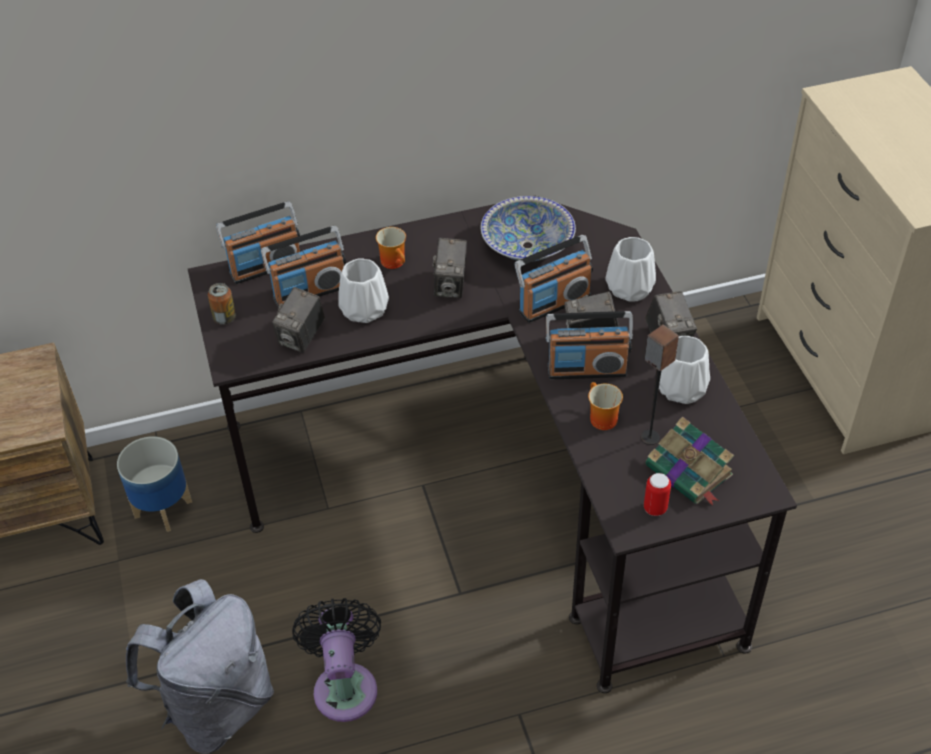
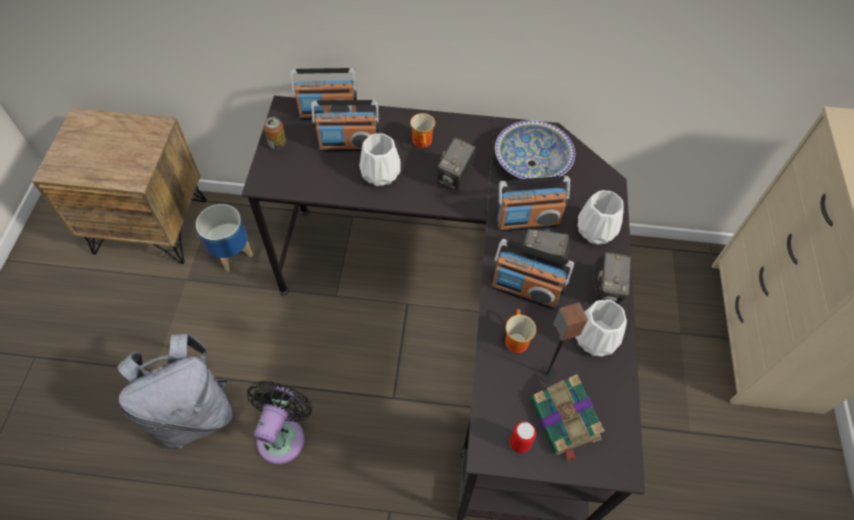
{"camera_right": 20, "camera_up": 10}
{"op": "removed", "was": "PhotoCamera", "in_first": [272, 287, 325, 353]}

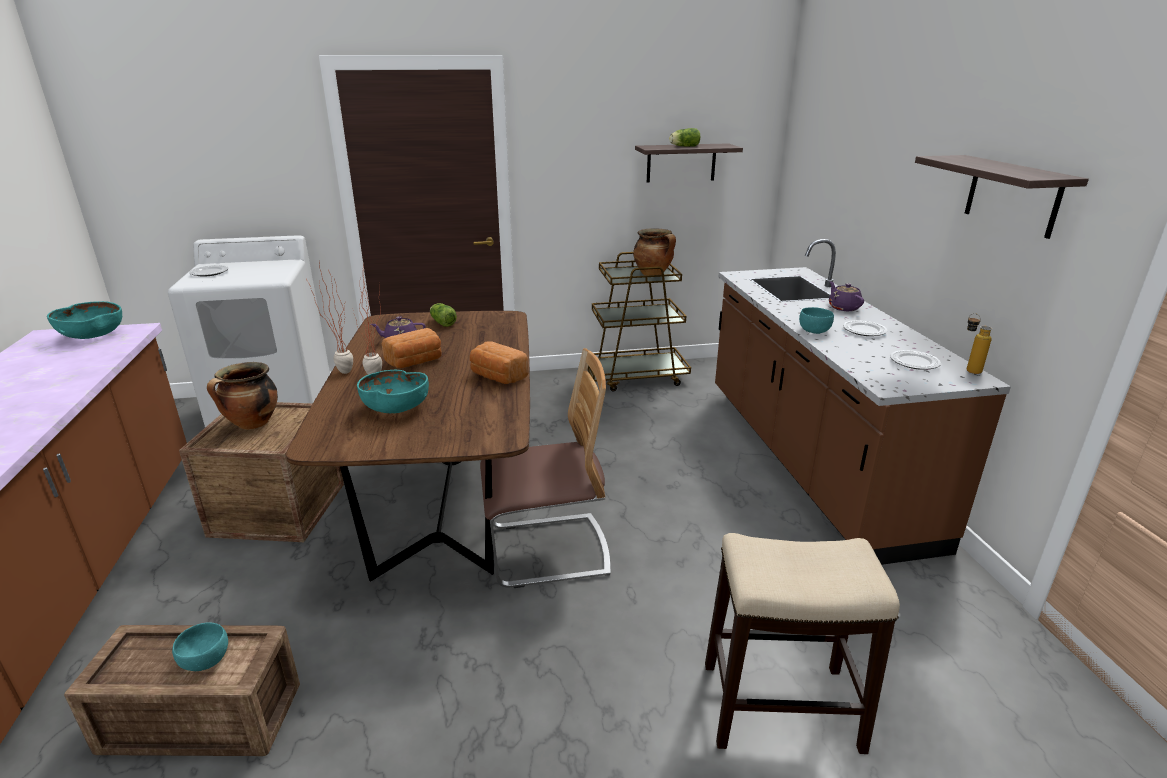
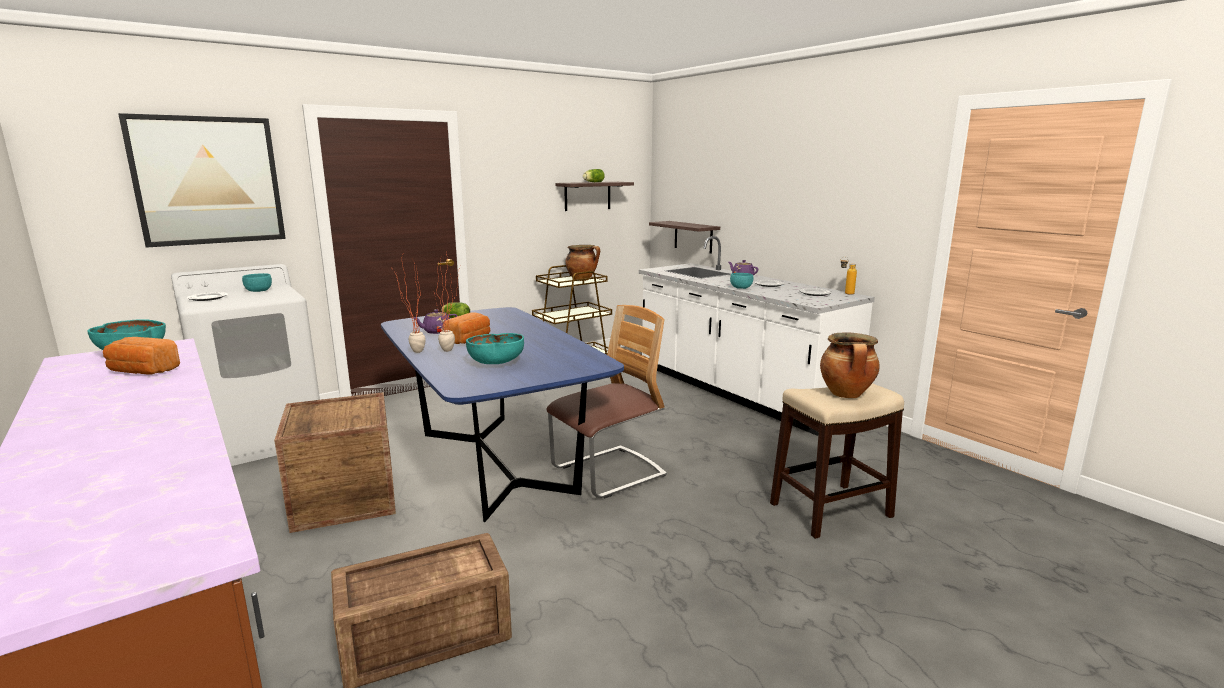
{"camera_right": -25, "camera_up": -10}
{"op": "moved", "was": "Shelf", "in_first": [915, 155, 1089, 239], "in_second": [649, 221, 720, 254]}
{"op": "recoloured", "was": "BrownKitchenBaseUnit", "now": "WhiteKitchenBaseUnit", "in_first": [715, 239, 1011, 565], "in_second": [639, 236, 875, 436]}
{"op": "recoloured", "was": "BrownKitchenTable", "now": "BlueKitchenTable", "in_first": [285, 311, 530, 582], "in_second": [381, 307, 624, 522]}
{"op": "moved", "was": "Bread", "in_first": [470, 341, 529, 384], "in_second": [103, 337, 180, 374]}
{"op": "moved", "was": "CookingPot", "in_first": [207, 362, 278, 430], "in_second": [820, 332, 880, 398]}
{"op": "moved", "was": "BlueGreenBowl", "in_first": [172, 623, 228, 671], "in_second": [242, 273, 272, 292]}
{"op": "added", "now": "WallArt", "in_second": [118, 113, 286, 248]}

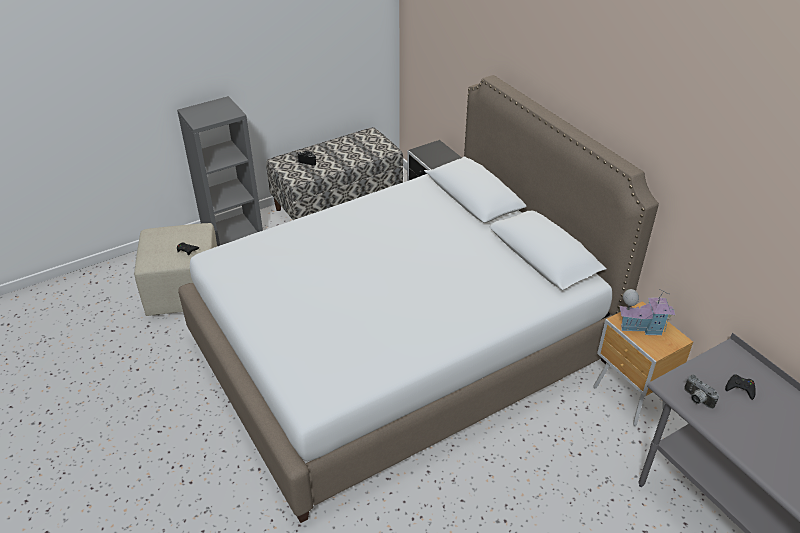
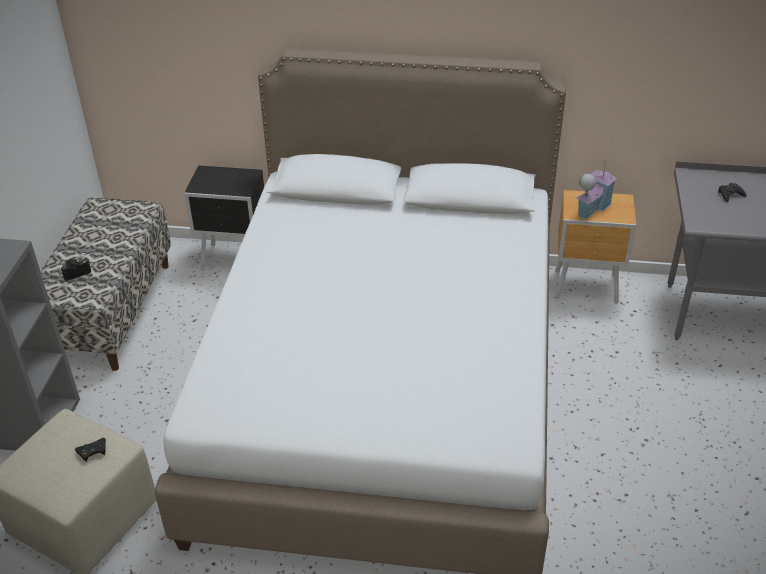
{"camera_right": -50, "camera_up": 0}
{"op": "removed", "was": "PhotoCamera", "in_first": [684, 374, 719, 409]}

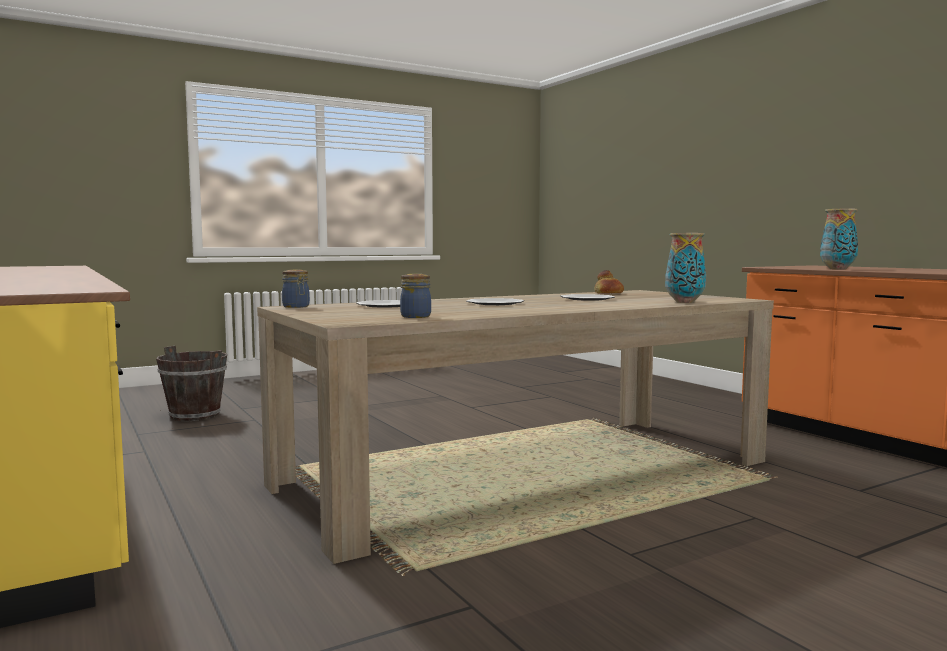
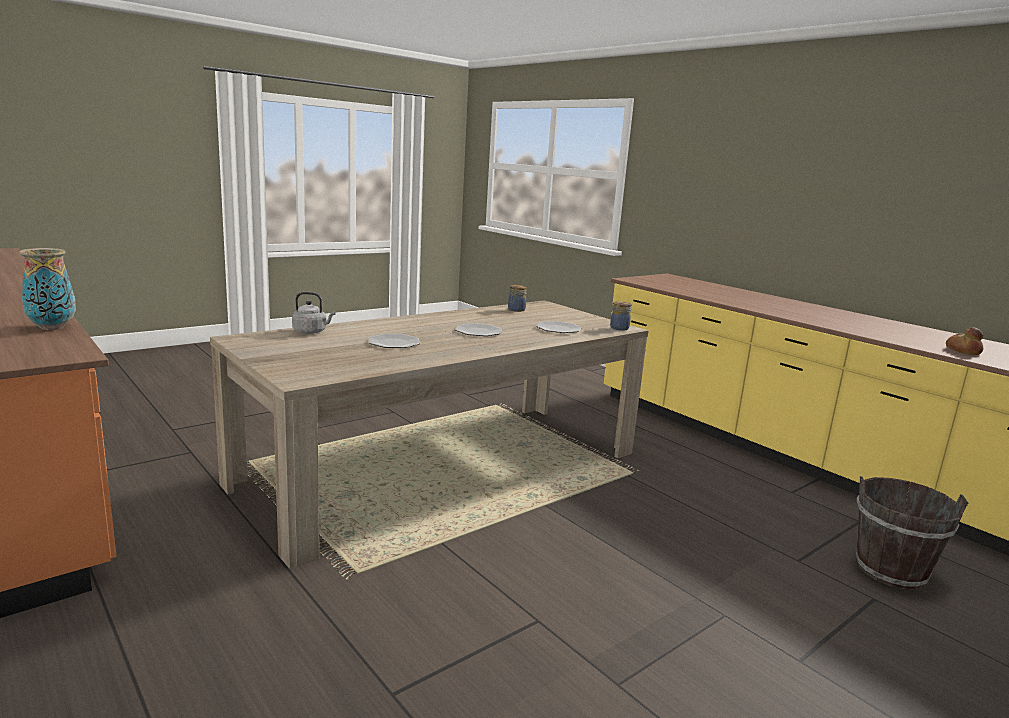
{"camera_right": 170, "camera_up": 10}
{"op": "replaced", "was": "DecorativeVase", "now": "GreyTeaKettle", "in_first": [665, 233, 706, 303], "in_second": [292, 292, 335, 334]}
{"op": "moved", "was": "Bread", "in_first": [594, 270, 624, 294], "in_second": [946, 327, 983, 355]}

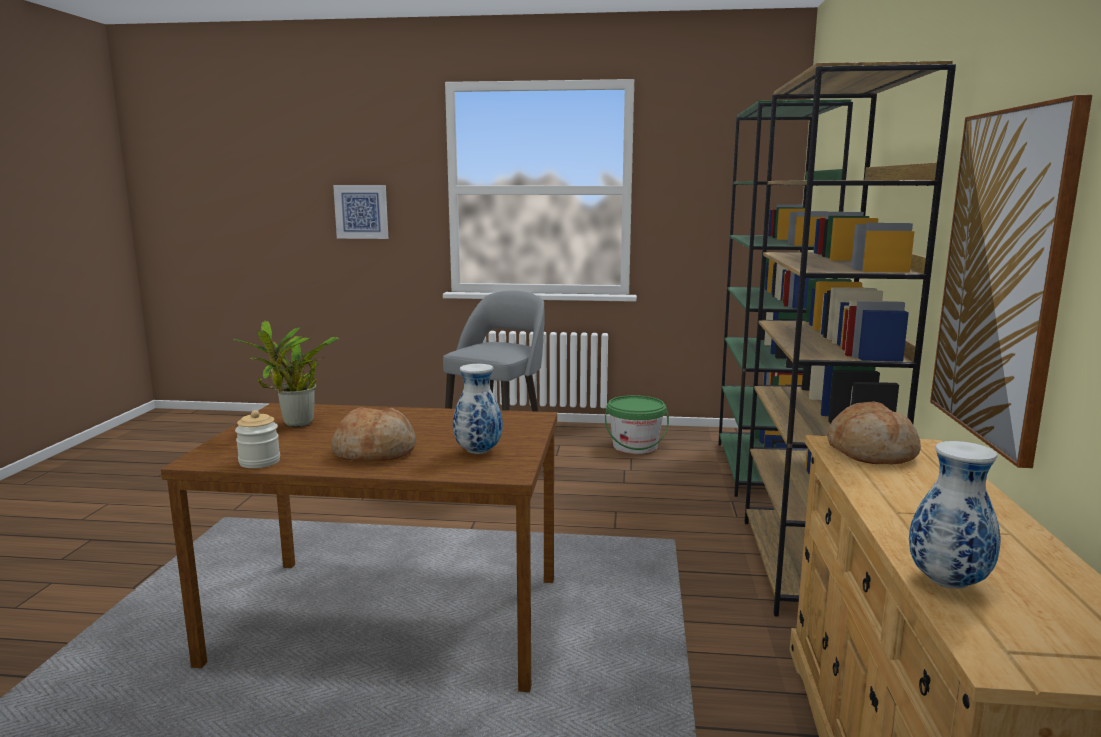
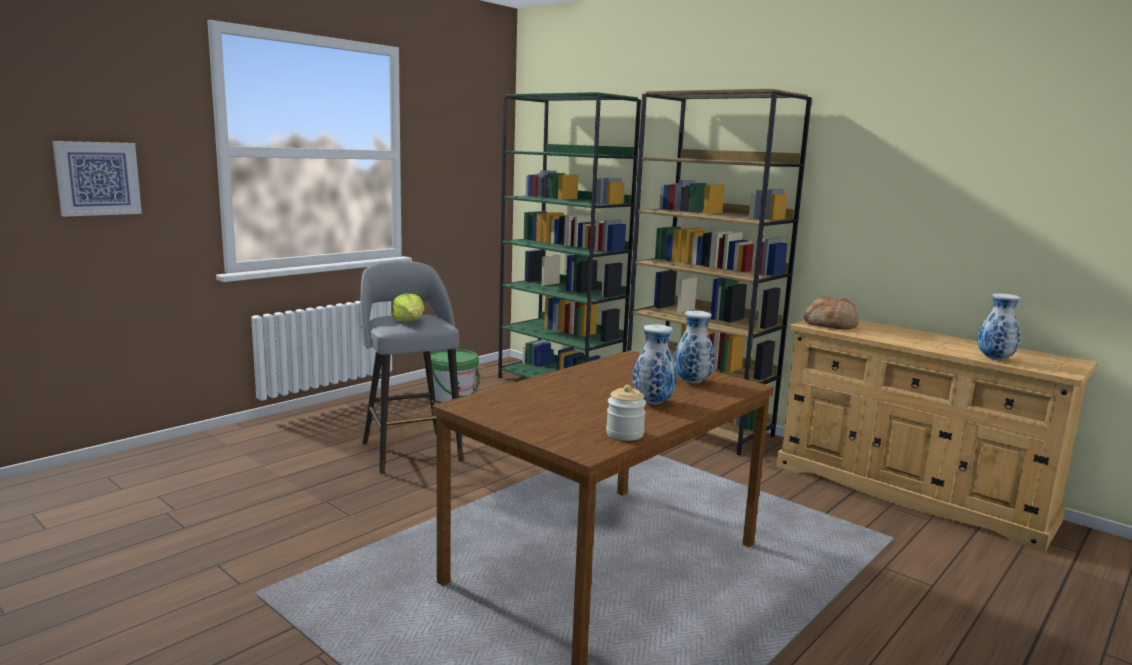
{"camera_right": -55, "camera_up": 0}
{"op": "removed", "was": "WallArt", "in_first": [930, 95, 1093, 468]}
{"op": "removed", "was": "PottedPlant", "in_first": [234, 321, 339, 427]}
{"op": "replaced", "was": "Bread", "now": "DecorativeVase", "in_first": [331, 407, 416, 461], "in_second": [632, 324, 677, 404]}
{"op": "added", "now": "Lettuce", "in_second": [392, 293, 425, 322]}

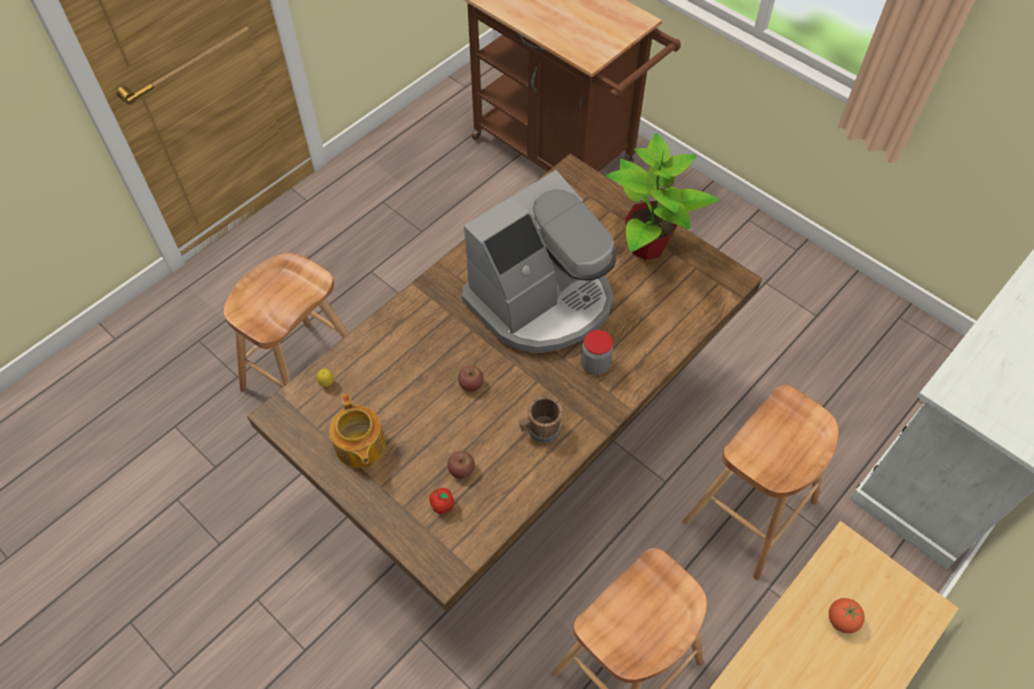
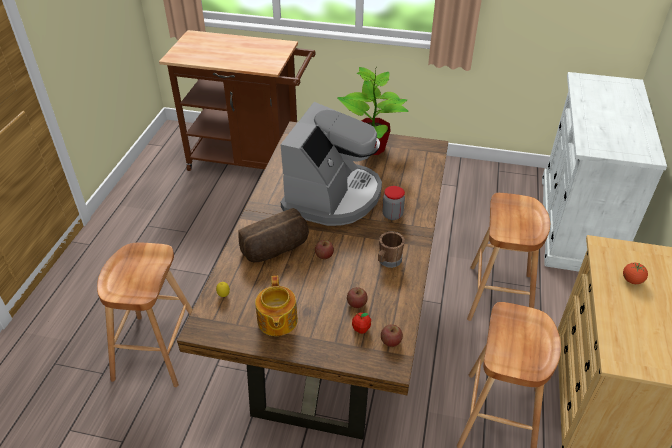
{"camera_right": -30, "camera_up": -15}
{"op": "turned", "was": "TeaPot", "in_first": [329, 393, 386, 468], "in_second": [255, 276, 298, 336], "clockwise": 45}
{"op": "added", "now": "Bread", "in_second": [238, 208, 309, 262]}
{"op": "added", "now": "Apple", "in_second": [381, 324, 403, 347]}

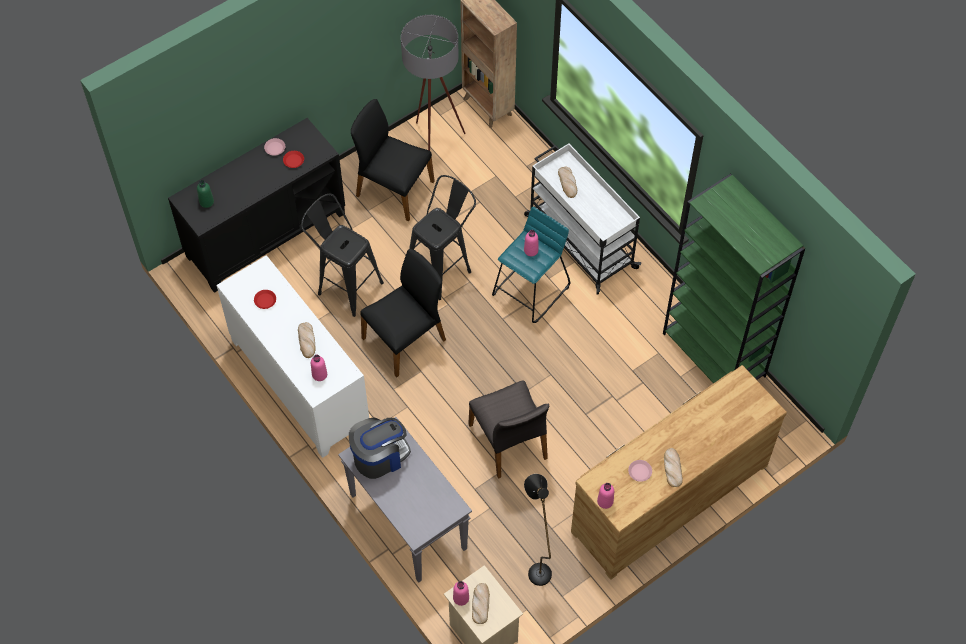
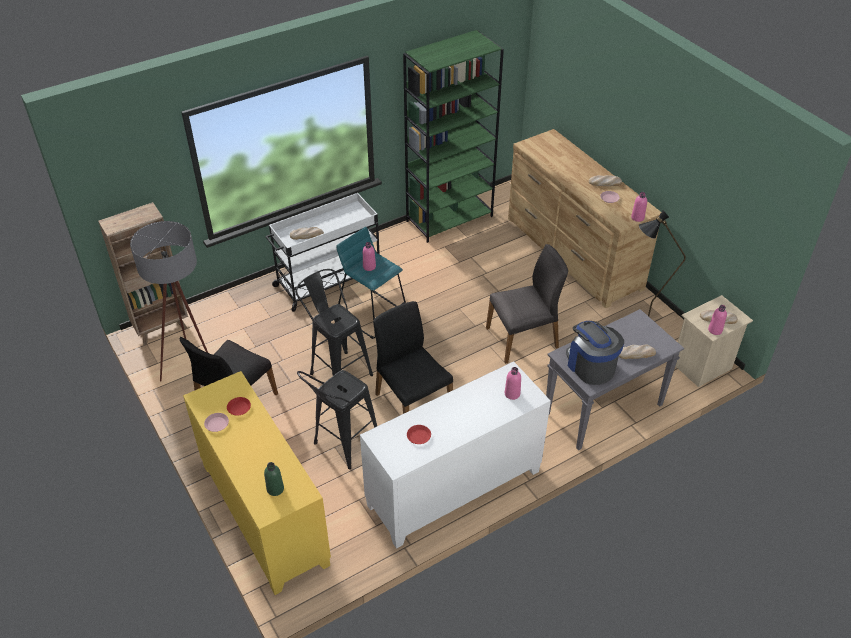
{"camera_right": -85, "camera_up": -15}
{"op": "recoloured", "was": "BlackColouredCabinet", "now": "YellowColouredCabinet", "in_first": [168, 118, 345, 293], "in_second": [183, 371, 331, 595]}
{"op": "moved", "was": "Bread", "in_first": [298, 322, 316, 358], "in_second": [619, 344, 656, 359]}

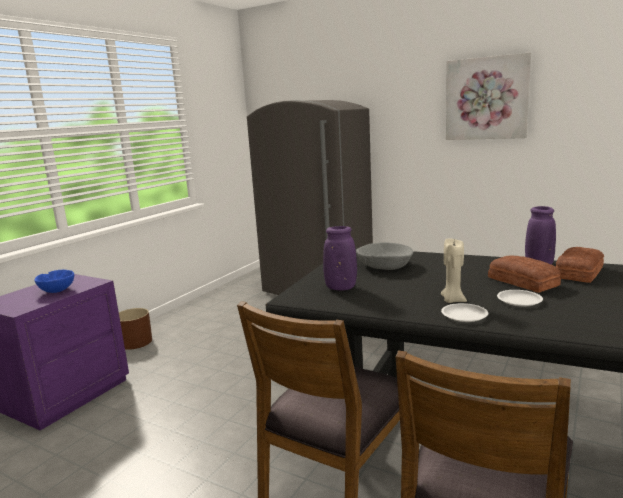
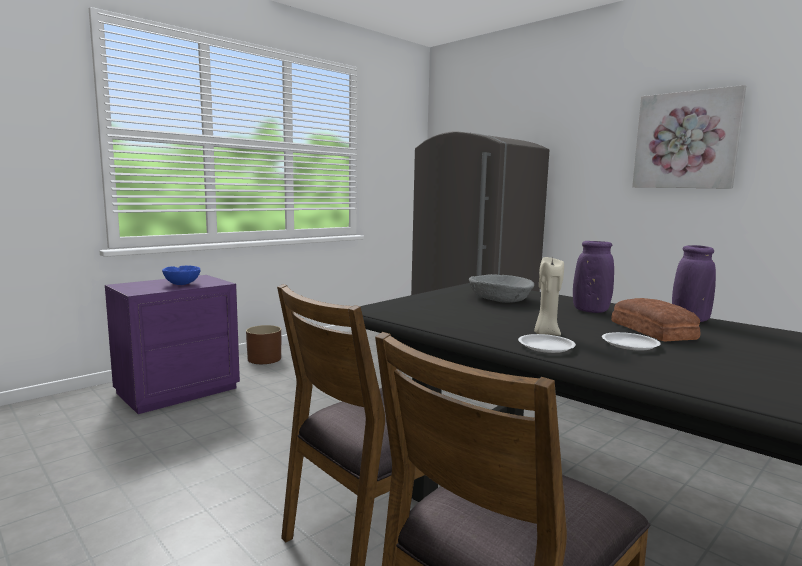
{"camera_right": 15, "camera_up": -5}
{"op": "moved", "was": "PurplishDecorativeVase", "in_first": [323, 226, 357, 290], "in_second": [573, 241, 614, 313]}
{"op": "removed", "was": "Bread", "in_first": [556, 247, 604, 283]}

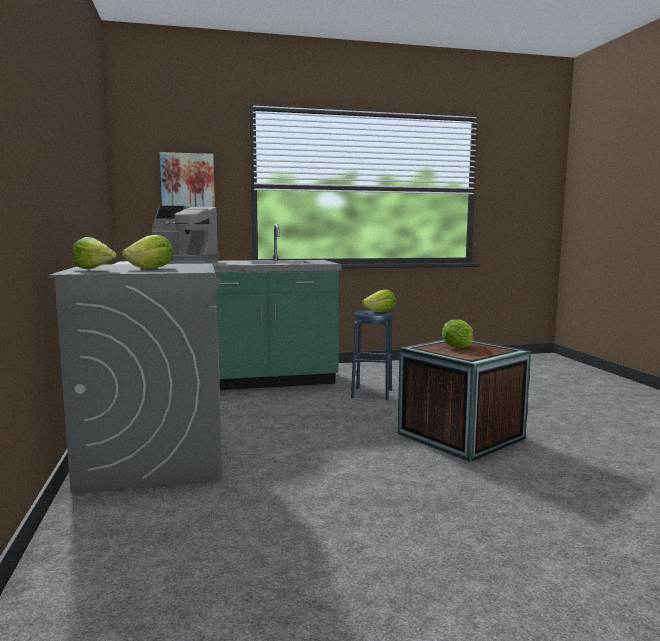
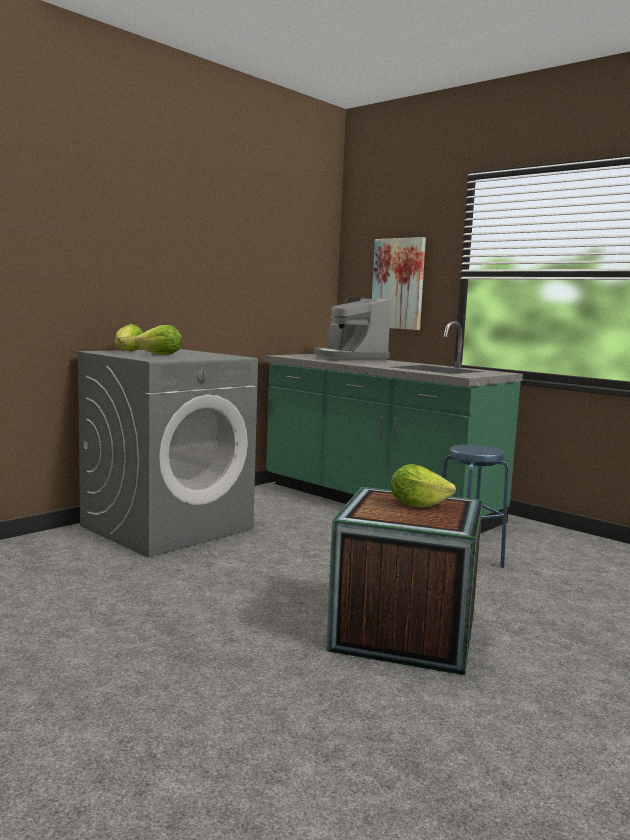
{"camera_right": 55, "camera_up": 0}
{"op": "removed", "was": "Lettuce", "in_first": [362, 290, 396, 312]}

